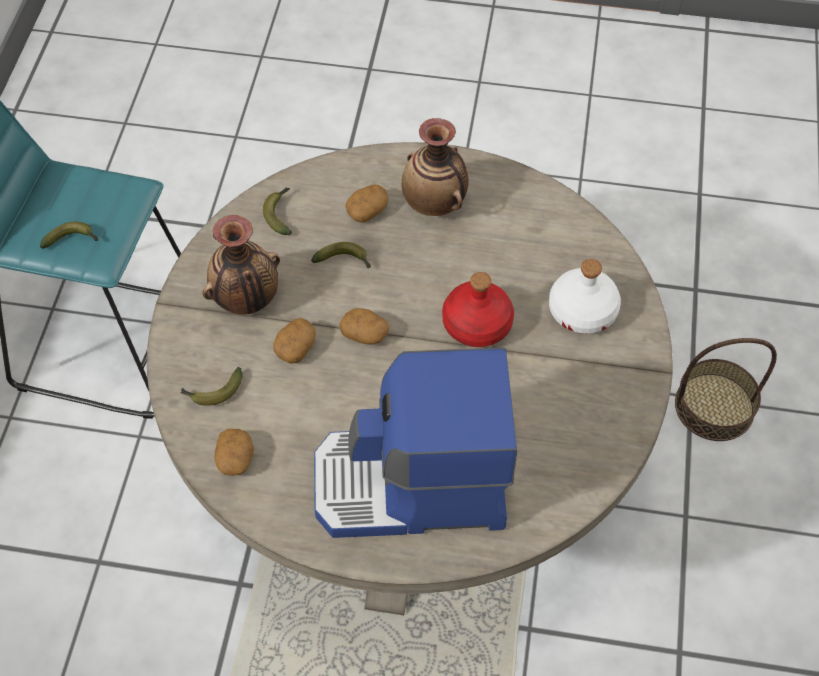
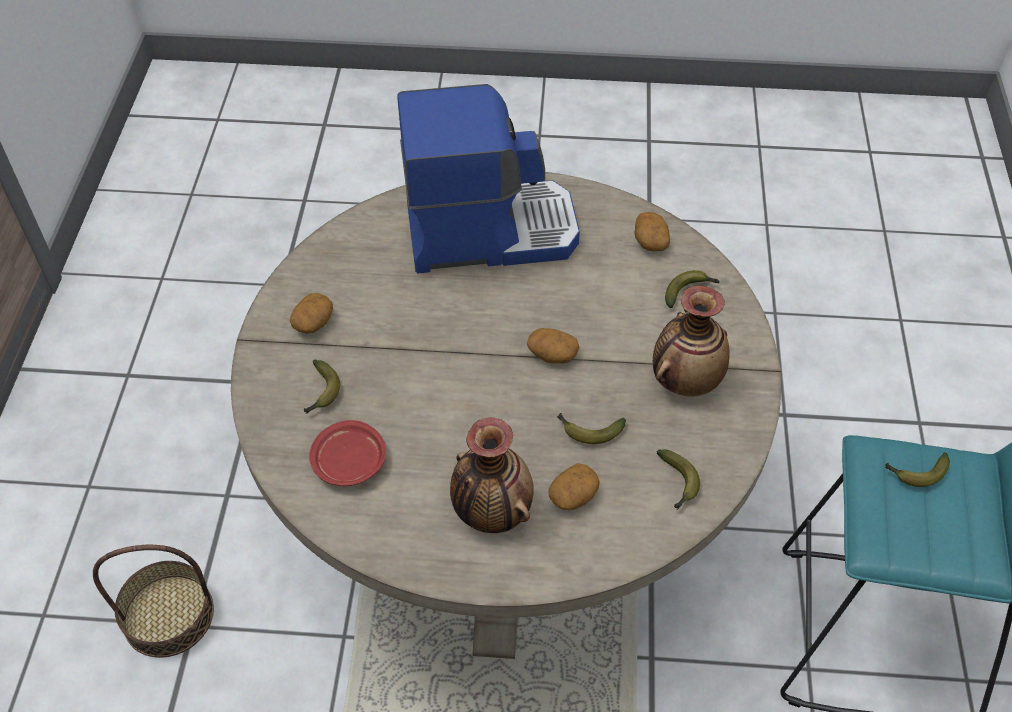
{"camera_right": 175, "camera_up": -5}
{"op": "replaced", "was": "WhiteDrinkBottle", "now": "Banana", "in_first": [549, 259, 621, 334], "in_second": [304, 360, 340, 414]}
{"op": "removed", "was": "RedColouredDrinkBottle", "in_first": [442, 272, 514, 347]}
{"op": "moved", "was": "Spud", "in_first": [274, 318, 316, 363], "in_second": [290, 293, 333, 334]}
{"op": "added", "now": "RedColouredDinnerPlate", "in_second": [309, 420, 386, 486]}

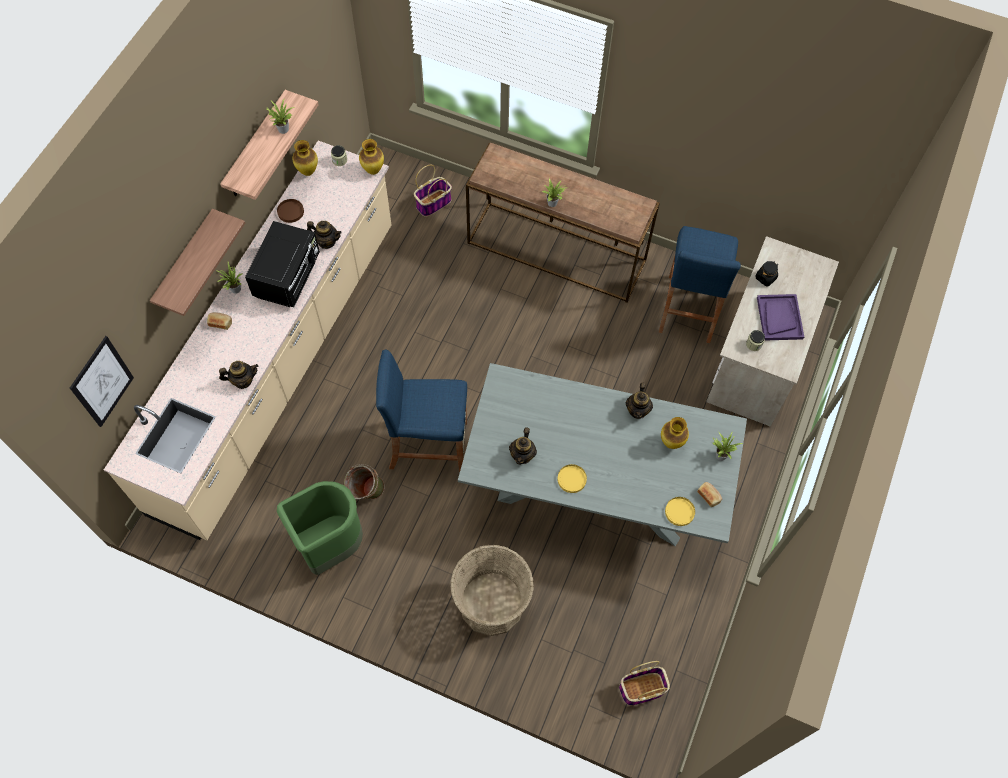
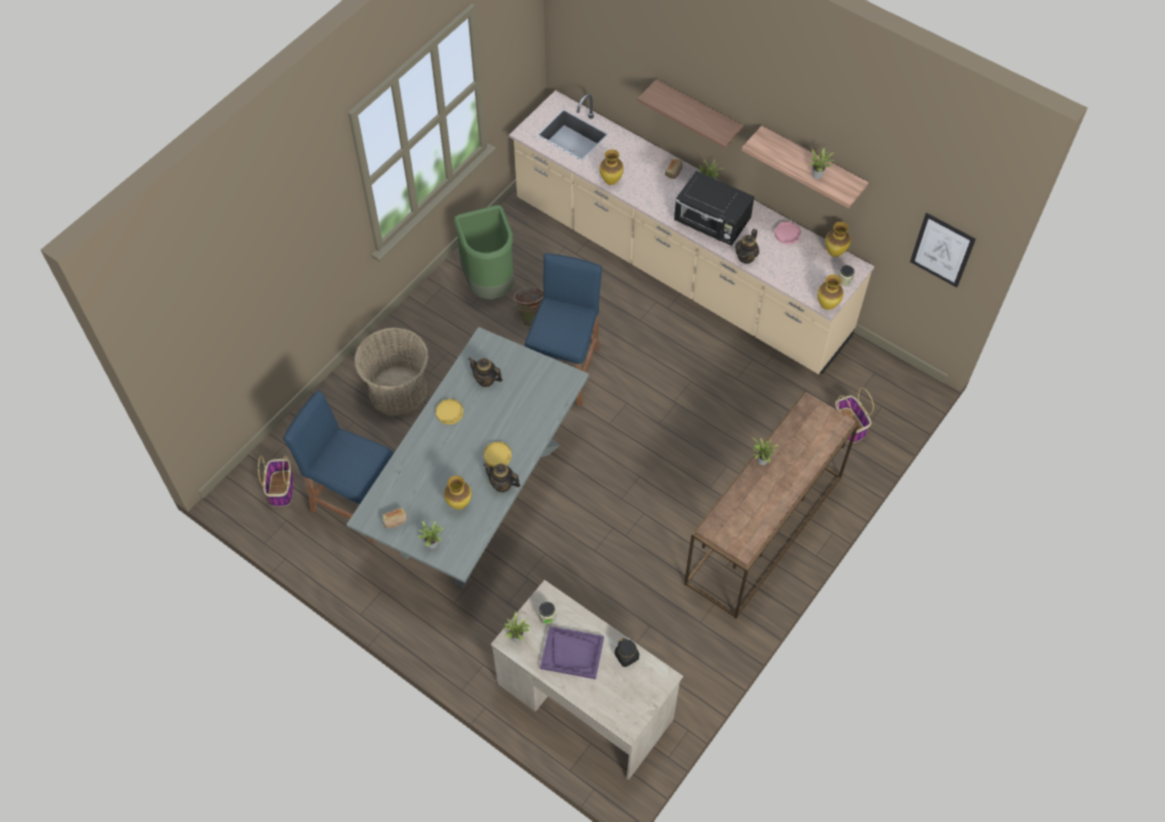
{"camera_right": 105, "camera_up": -5}
{"op": "recoloured", "was": "BrownDinnerPlate", "now": "PinkColouredDinnerPlate", "in_first": [277, 199, 304, 223], "in_second": [775, 222, 801, 244]}
{"op": "moved", "was": "BlueSittingStool", "in_first": [659, 226, 741, 343], "in_second": [283, 391, 394, 543]}
{"op": "moved", "was": "WallArt", "in_first": [70, 336, 134, 427], "in_second": [910, 213, 976, 288]}
{"op": "replaced", "was": "TeaPot", "now": "DecorativeVase", "in_first": [219, 361, 258, 389], "in_second": [600, 149, 624, 185]}
{"op": "moved", "was": "YellowColouredDinnerPlate", "in_first": [665, 497, 695, 526], "in_second": [484, 442, 512, 468]}
{"op": "added", "now": "PottedPlant", "in_second": [503, 612, 531, 642]}

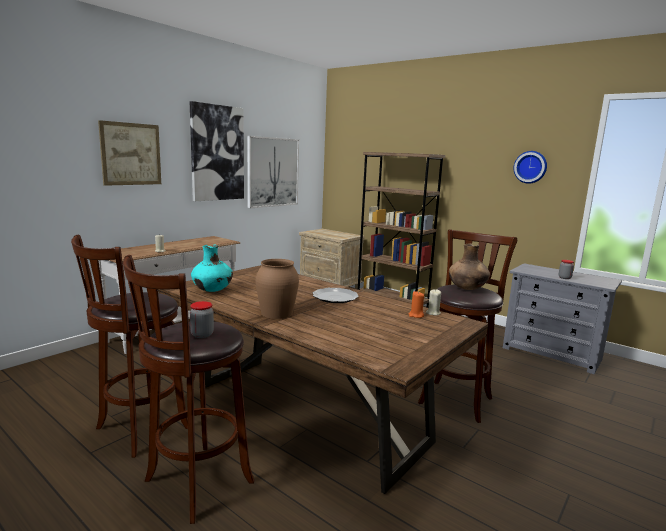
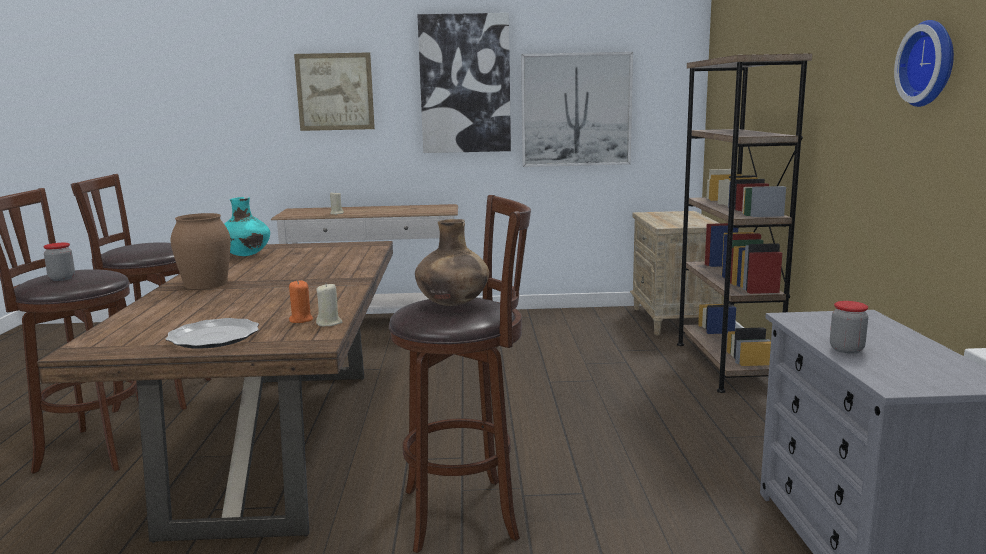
{"camera_right": 50, "camera_up": 0}
{"op": "moved", "was": "DinnerPlate", "in_first": [313, 288, 359, 303], "in_second": [166, 318, 259, 349]}

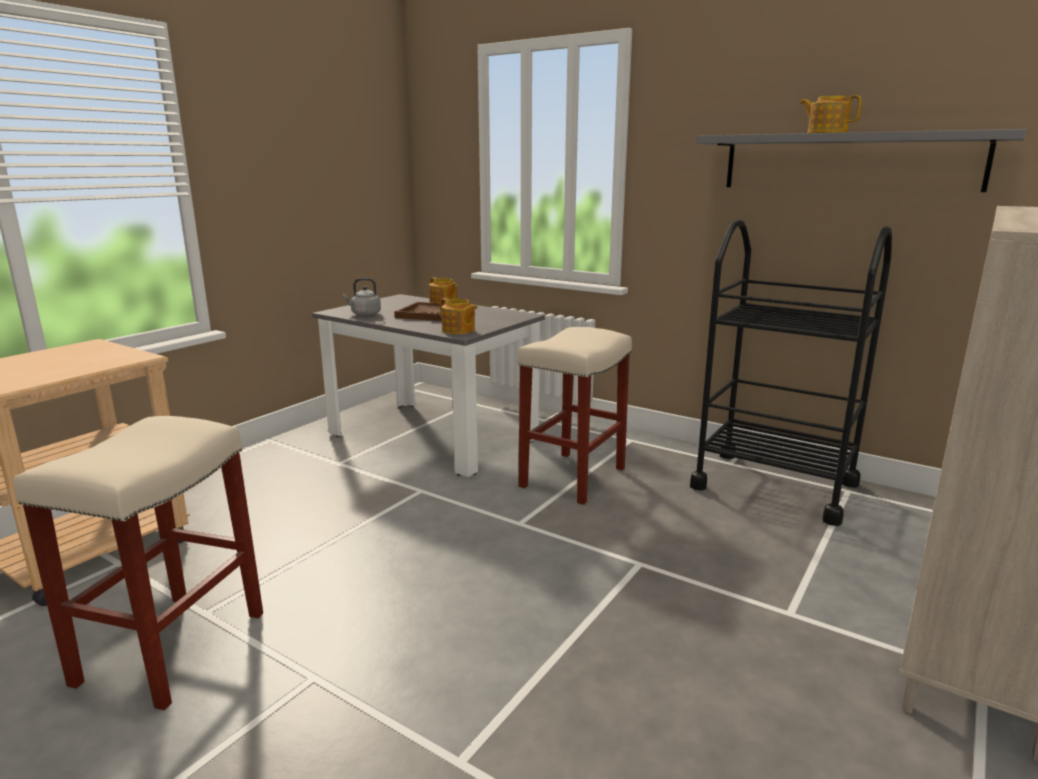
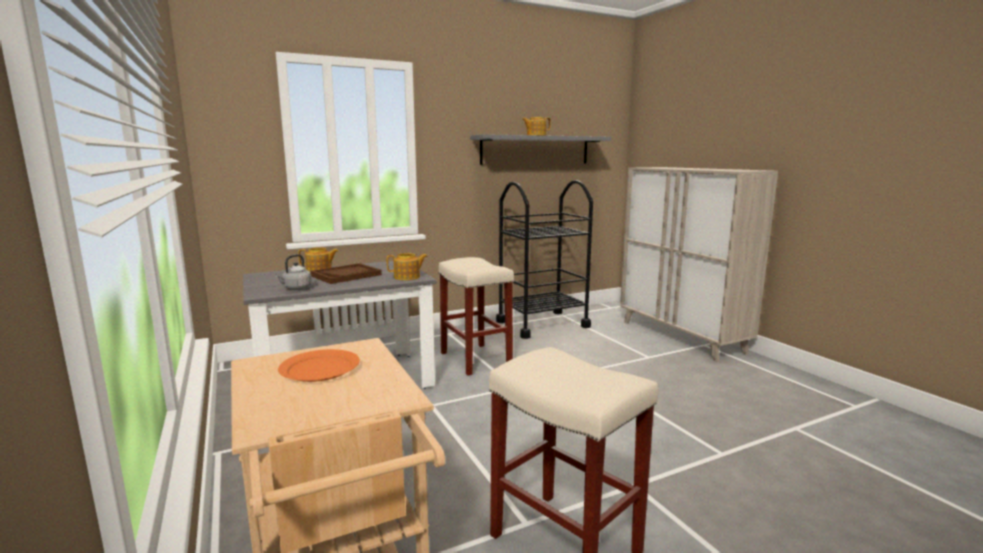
{"camera_right": -60, "camera_up": -5}
{"op": "added", "now": "OrangeyDinnerPlate", "in_second": [278, 349, 360, 382]}

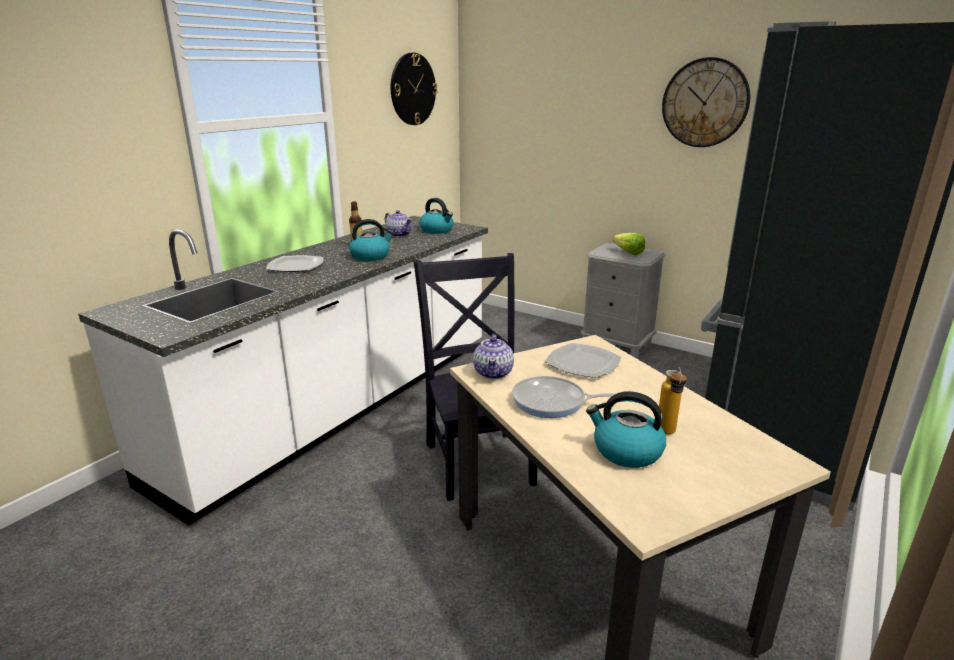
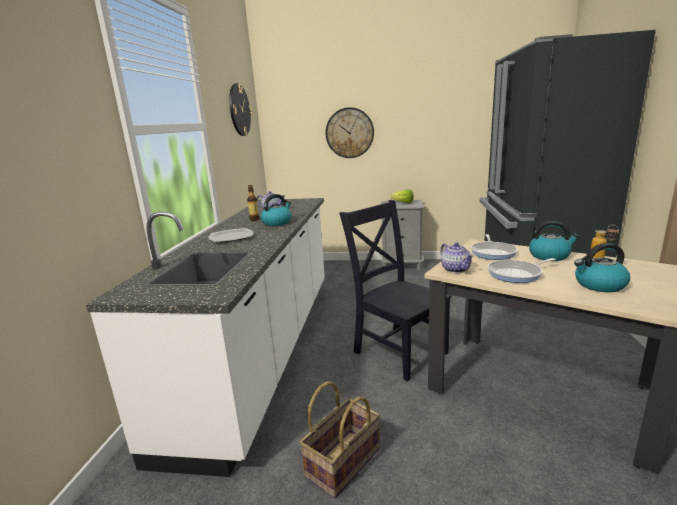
{"camera_right": -25, "camera_up": -5}
{"op": "moved", "was": "HangingClock", "in_first": [662, 57, 750, 147], "in_second": [326, 107, 374, 158]}
{"op": "moved", "was": "TeaKettle", "in_first": [419, 198, 454, 234], "in_second": [529, 221, 579, 261]}
{"op": "replaced", "was": "DinnerPlate", "now": "Skillet", "in_first": [545, 343, 621, 378], "in_second": [471, 234, 518, 260]}
{"op": "added", "now": "HouseholdBasket", "in_second": [299, 381, 380, 498]}

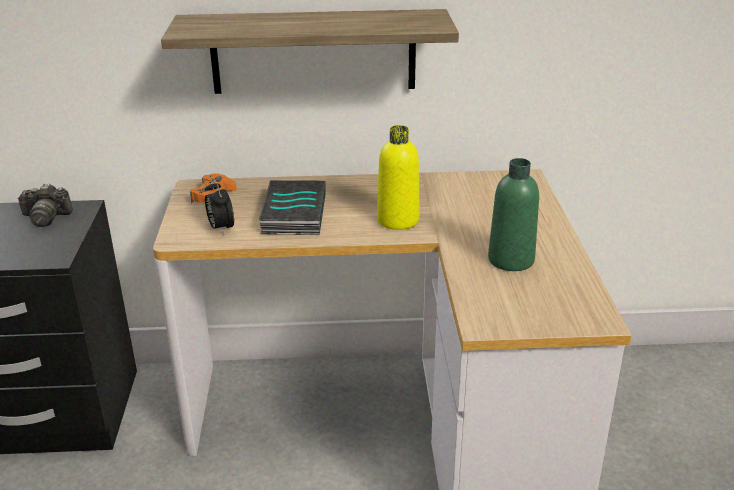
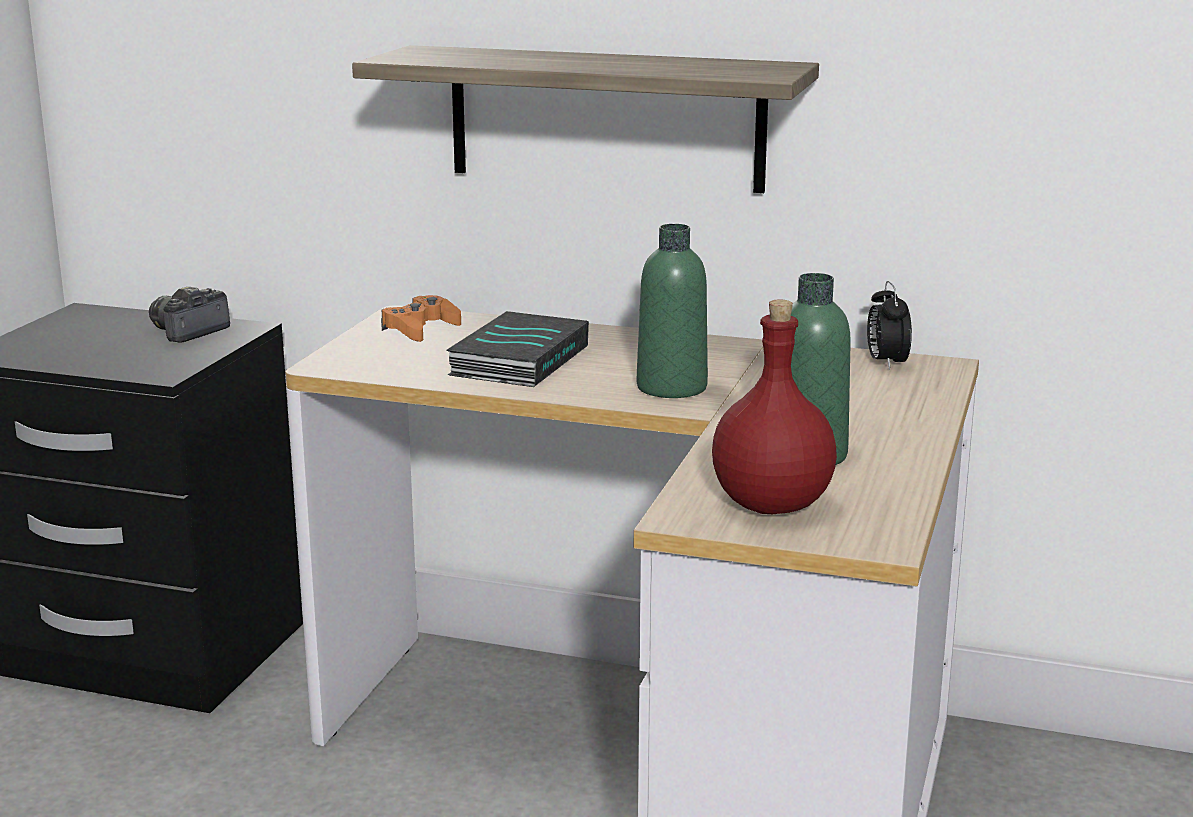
{"camera_right": 20, "camera_up": -10}
{"op": "recoloured", "was": "YellowColouredDrinkBottle", "now": "GreenishDrinkBottle", "in_first": [377, 125, 420, 230], "in_second": [637, 224, 708, 398]}
{"op": "moved", "was": "TableClock", "in_first": [205, 179, 234, 235], "in_second": [867, 281, 912, 370]}
{"op": "turned", "was": "PhotoCamera", "in_first": [17, 184, 73, 227], "in_second": [149, 287, 230, 342], "clockwise": 105}
{"op": "added", "now": "RedColouredDrinkBottle", "in_second": [712, 299, 837, 514]}

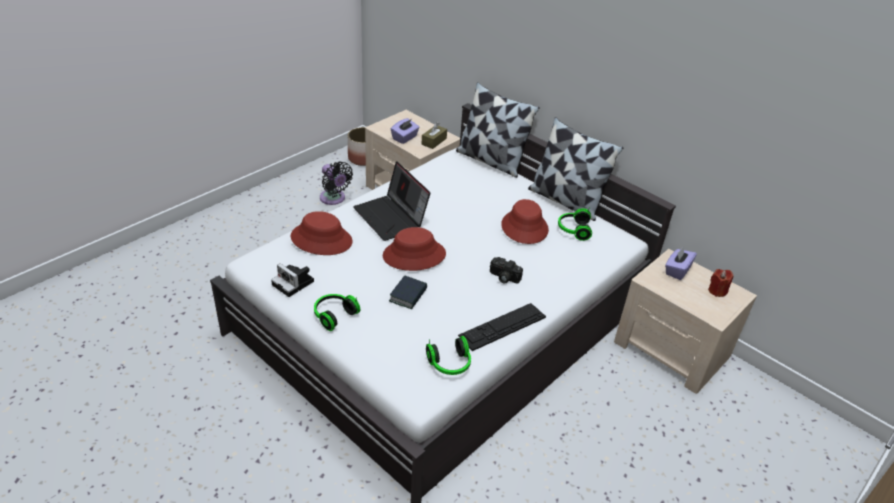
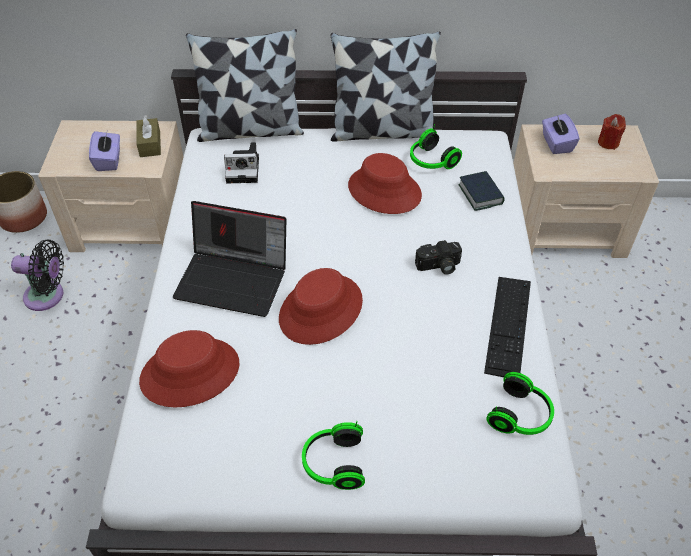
{"camera_right": -40, "camera_up": 10}
{"op": "moved", "was": "PhotoCamera", "in_first": [271, 263, 314, 297], "in_second": [224, 142, 259, 183]}
{"op": "moved", "was": "Volume", "in_first": [389, 276, 427, 309], "in_second": [458, 171, 505, 211]}

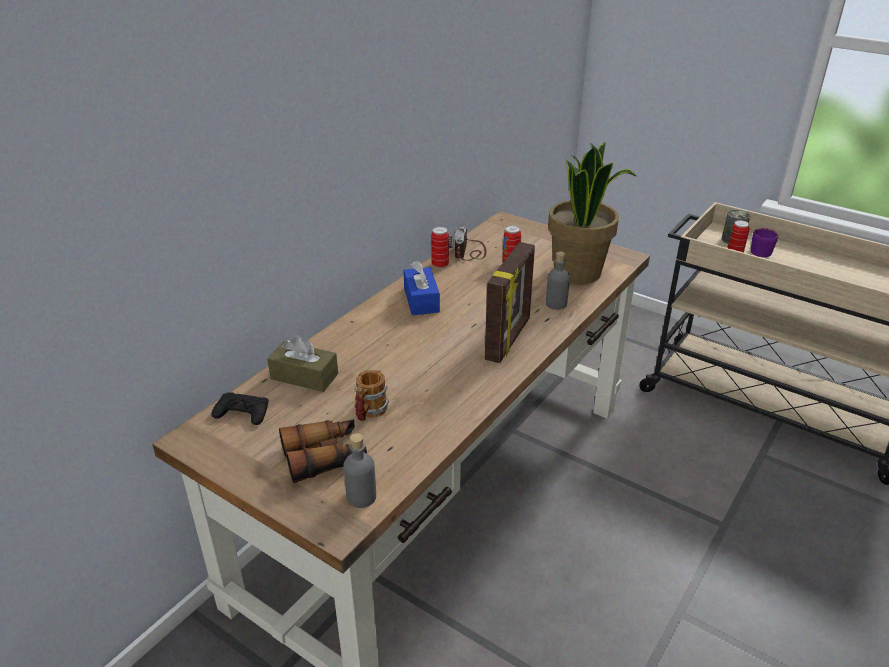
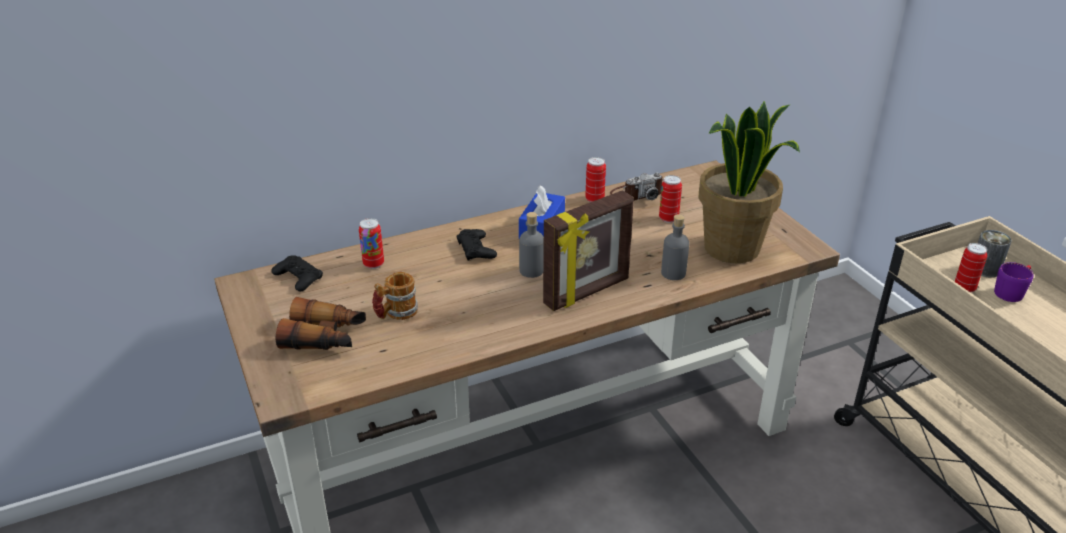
{"camera_right": 30, "camera_up": 0}
{"op": "turned", "was": "PhotoCamera", "in_first": [449, 226, 486, 261], "in_second": [610, 173, 664, 201], "clockwise": -150}
{"op": "replaced", "was": "BrownBoxOfTissues", "now": "Can", "in_first": [267, 335, 338, 392], "in_second": [359, 218, 384, 269]}
{"op": "moved", "was": "GreyDrinkBottle", "in_first": [344, 433, 376, 508], "in_second": [519, 212, 544, 278]}
{"op": "added", "now": "BlackColouredJoypad", "in_second": [456, 229, 497, 260]}

